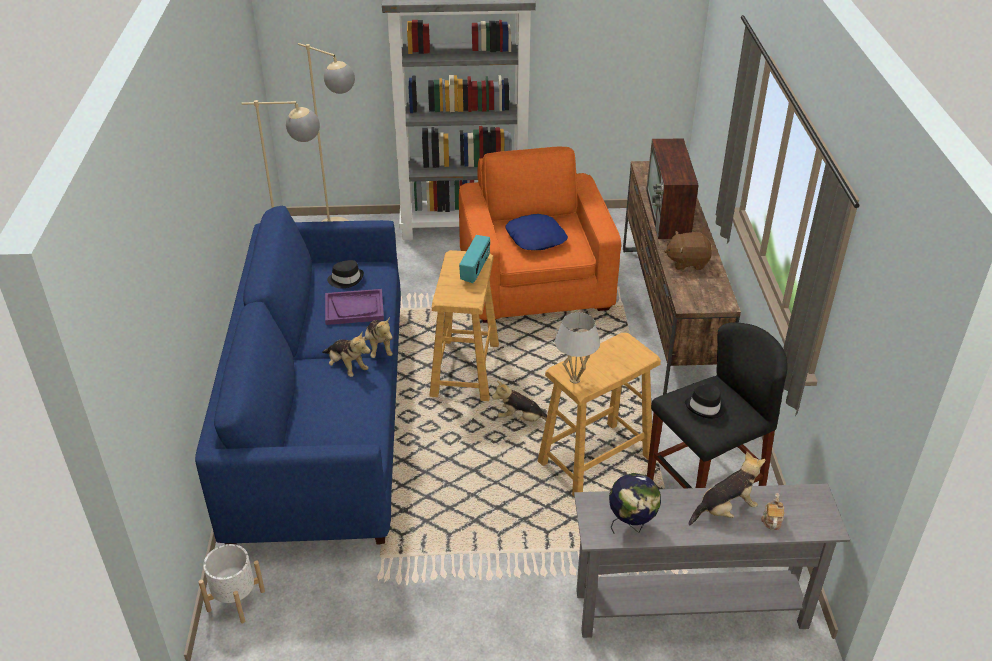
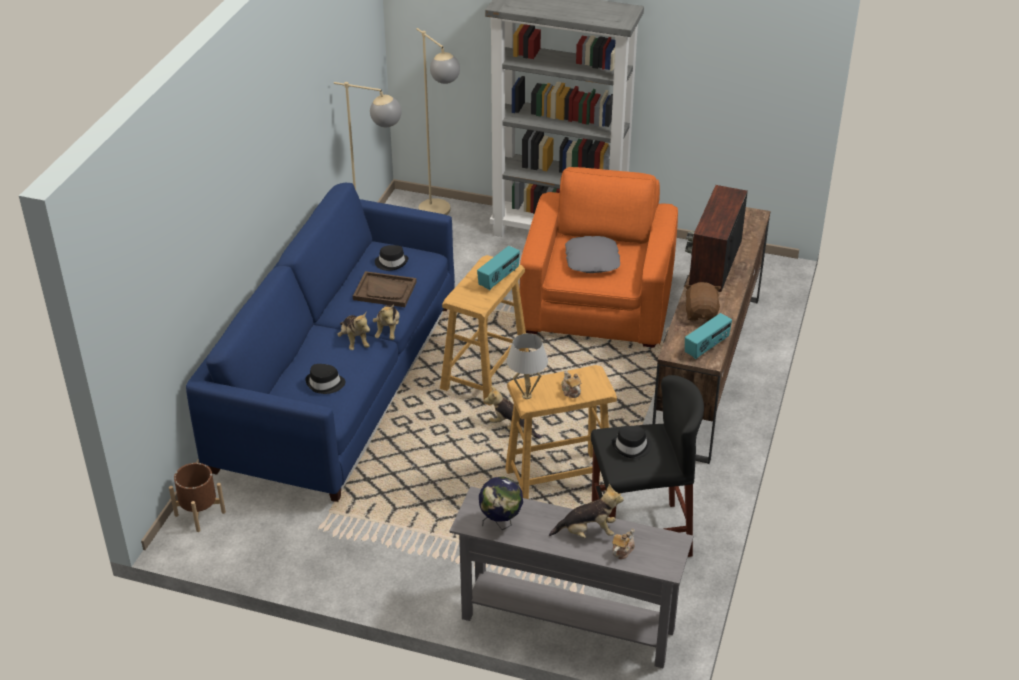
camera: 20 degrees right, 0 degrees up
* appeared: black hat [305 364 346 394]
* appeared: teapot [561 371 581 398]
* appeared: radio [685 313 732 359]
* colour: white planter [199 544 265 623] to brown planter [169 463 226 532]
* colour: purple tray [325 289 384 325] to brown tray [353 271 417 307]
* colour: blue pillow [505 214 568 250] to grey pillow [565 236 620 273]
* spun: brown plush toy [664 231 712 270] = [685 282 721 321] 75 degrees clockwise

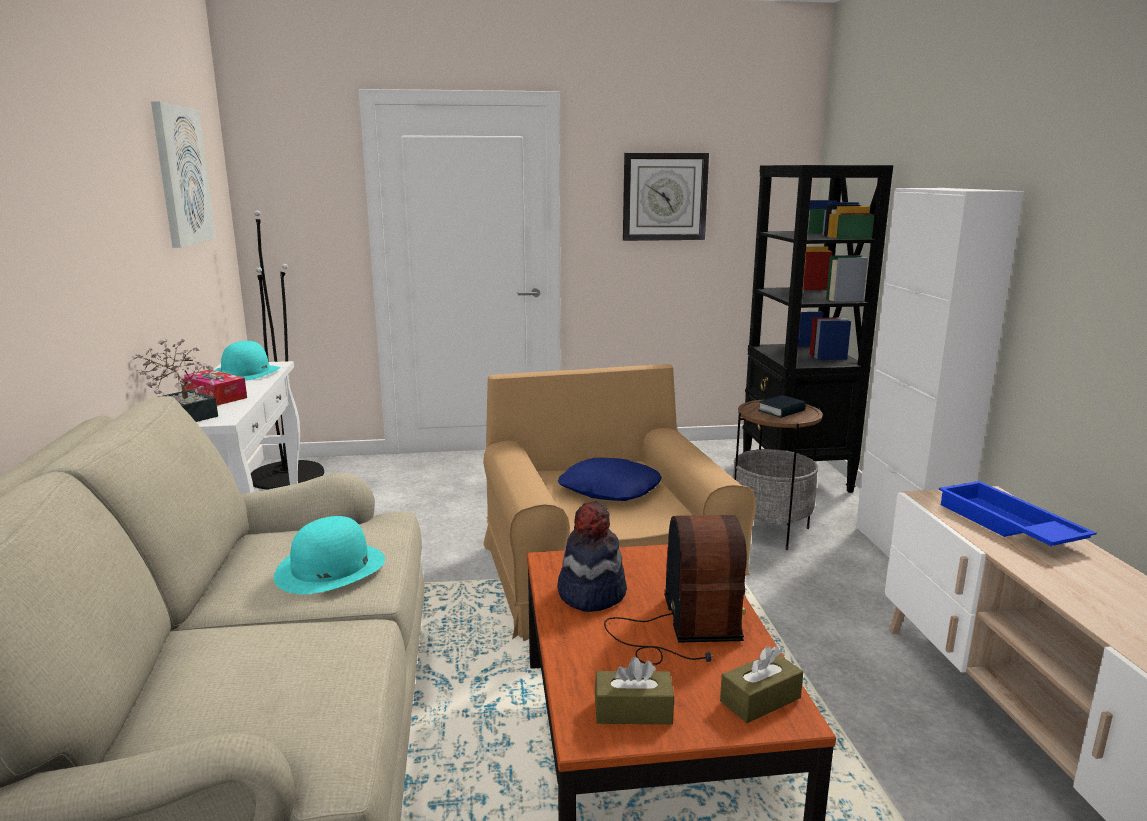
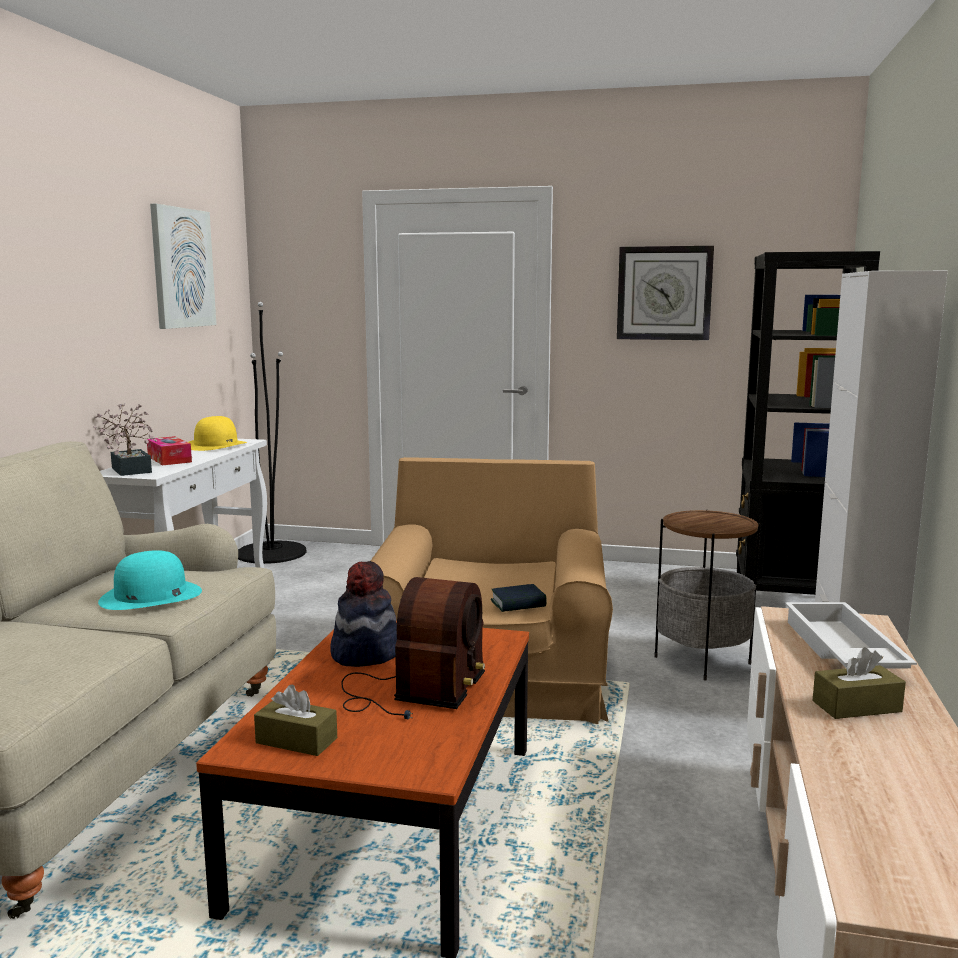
camera: 20 degrees right, 5 degrees down
* missing: blue pillow [558 458 662 501]
* relocated: brown tissue box [720 646 803 723] to [813 647 906 719]
* relocated: book [758 395 806 418] to [490 584 547 612]
* colour: turquoise hat [215 341 280 381] to yellow hat [188 416 247 451]
* colour: blue tray [939 481 1097 546] to white tray [785 602 917 668]

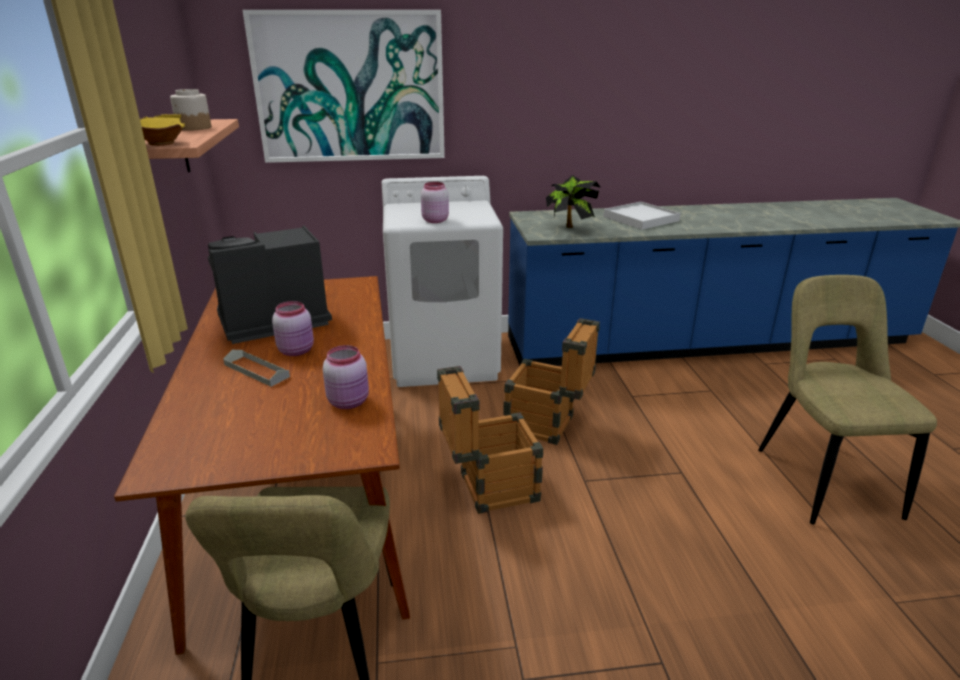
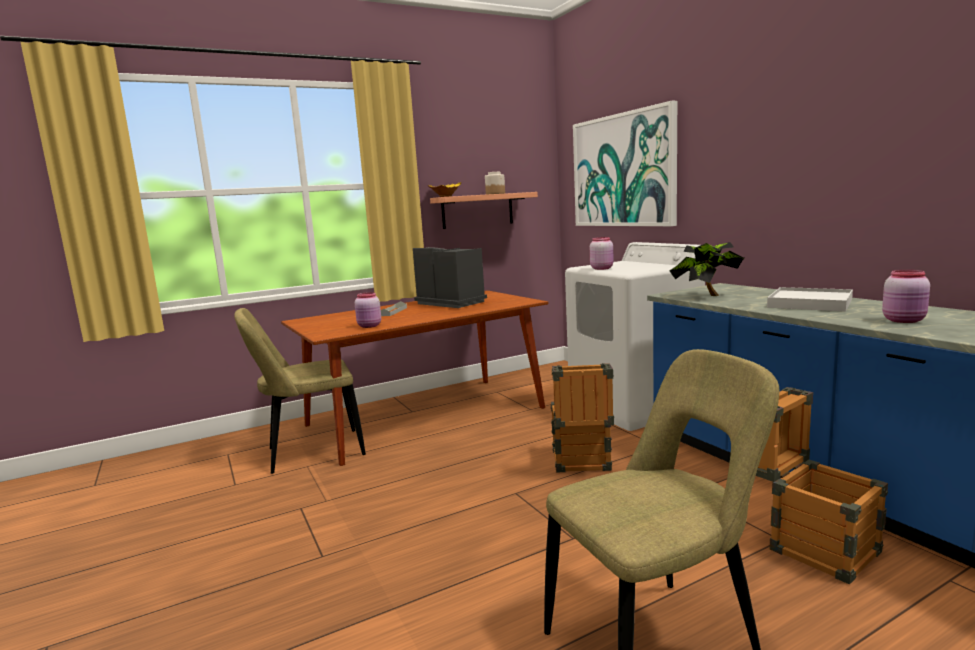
camera: 70 degrees right, 15 degrees down
* relocated: pink jar [272 301 314 356] to [882 269 930 323]
* relocated: crate [437 366 544 514] to [756 387 888 584]

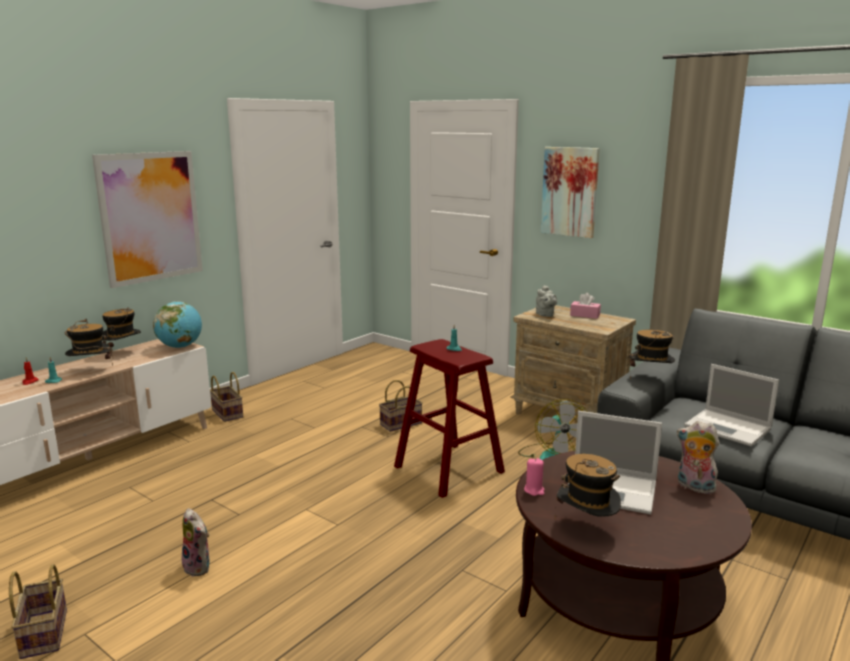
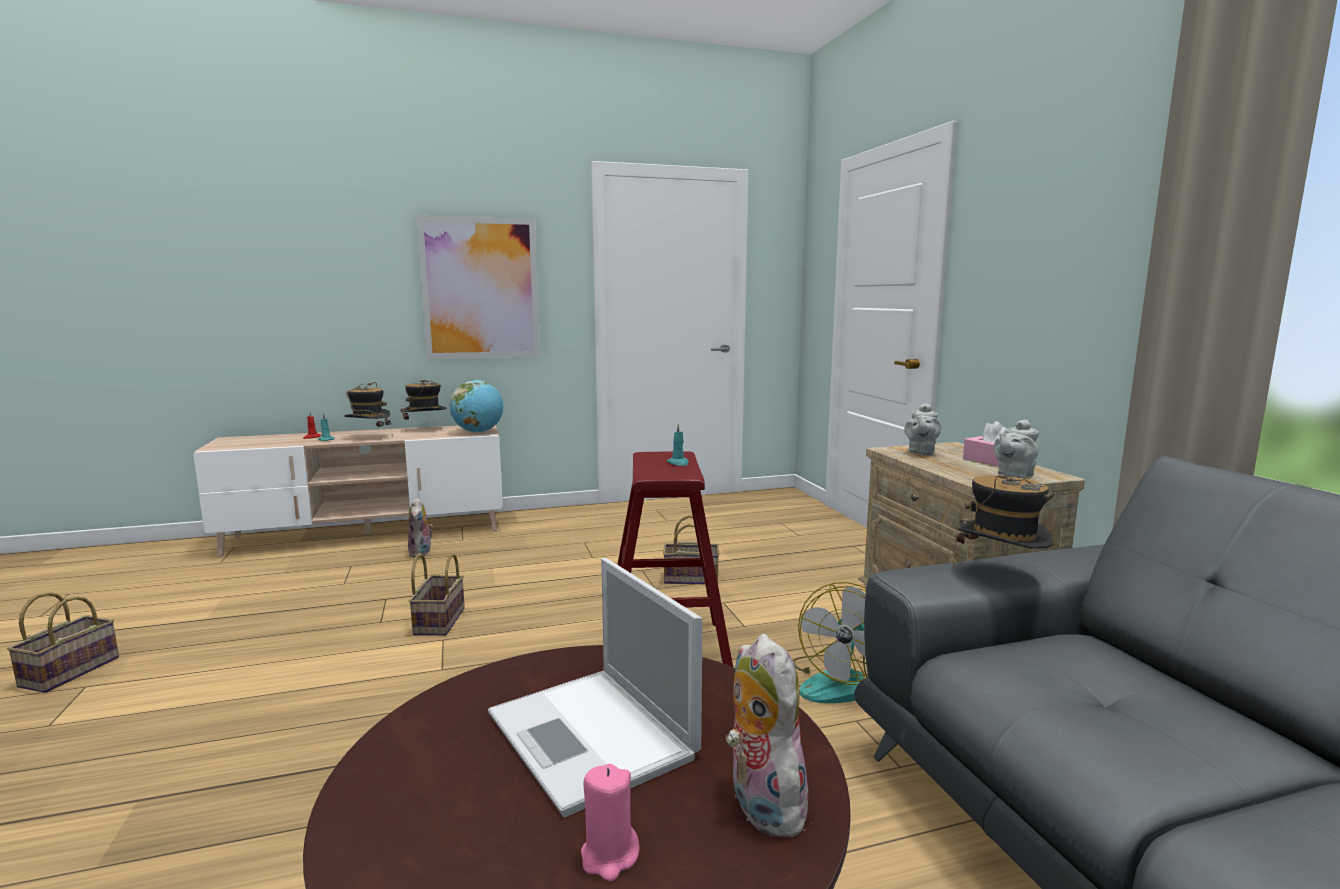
camera: 35 degrees right, 5 degrees down
* missing: picture [541 147 600 238]
* missing: hat [555 454 621 518]
* missing: laptop [684 364 779 446]
* appeared: grey teapot [993 420 1039 479]
* relocated: plush toy [182 508 210 577] to [408 497 433 557]
* relocated: basket [210 372 243 422] to [409 553 465 636]
* relocated: pink candle [524 458 545 496] to [581 764 640 882]

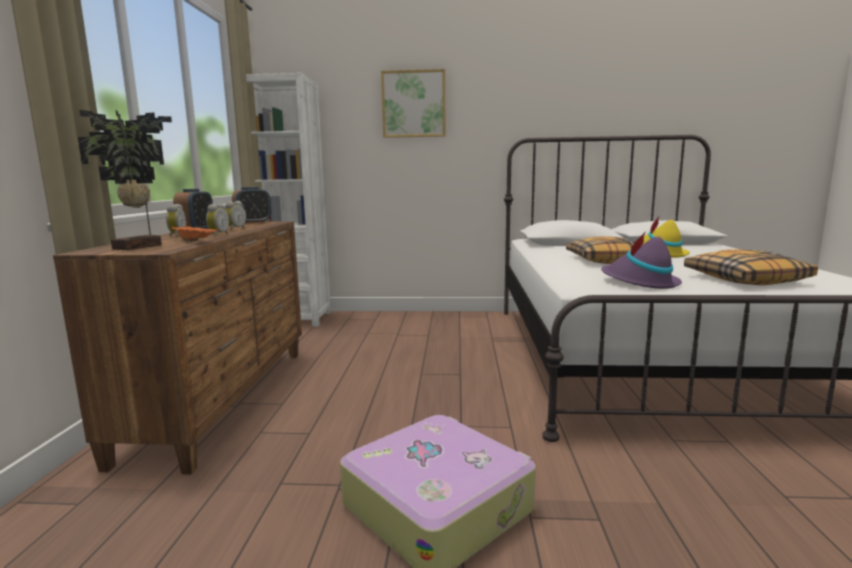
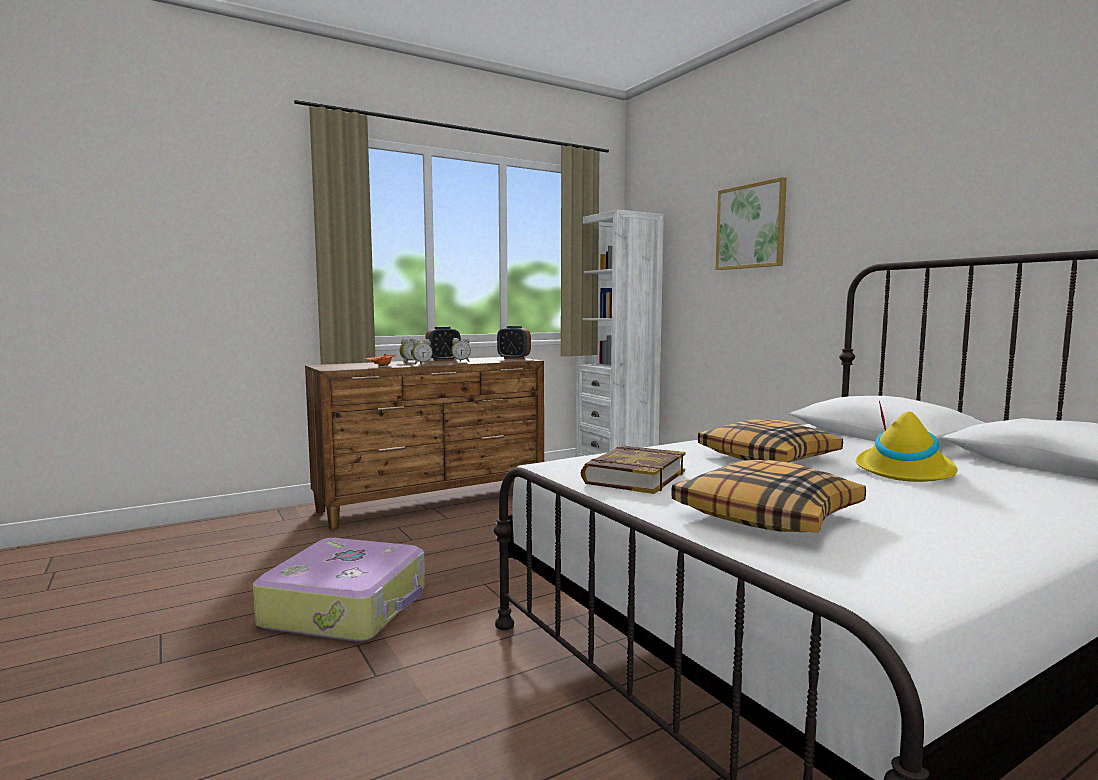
camera: 55 degrees right, 5 degrees down
* missing: potted plant [78 109 172 250]
* exchanged: purple hat [601 233 682 289] to book [581 445 686 494]

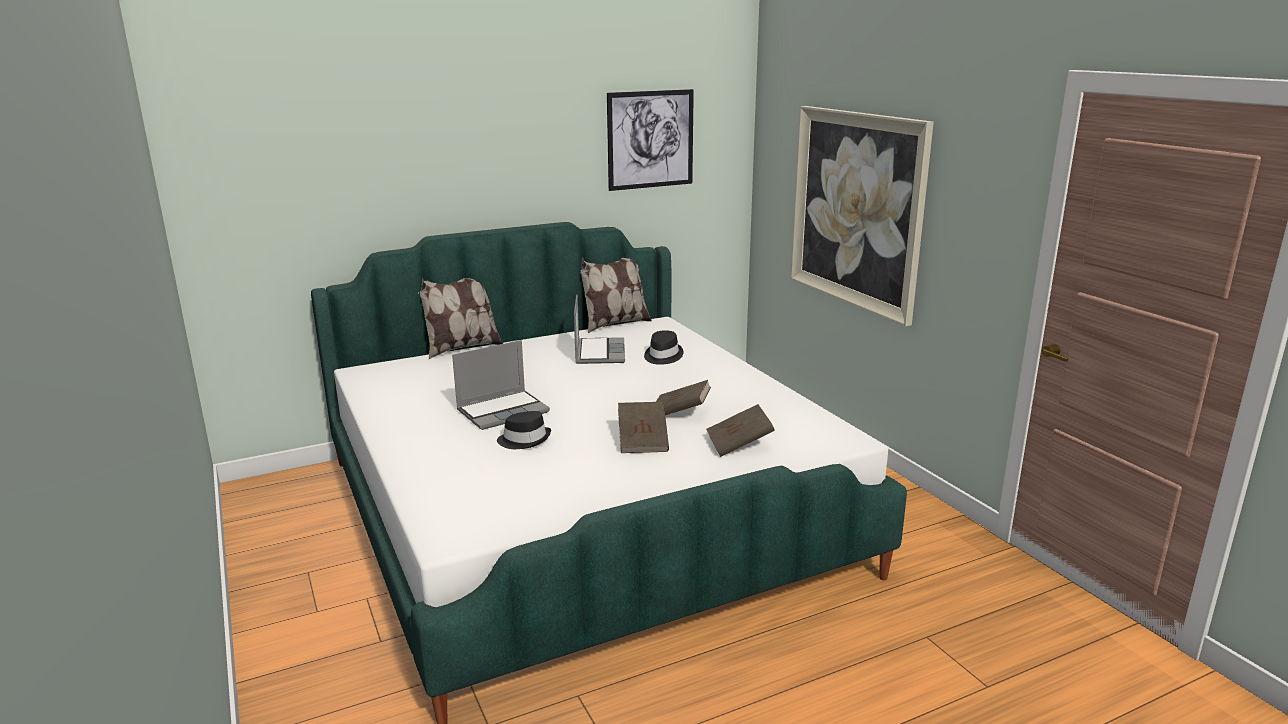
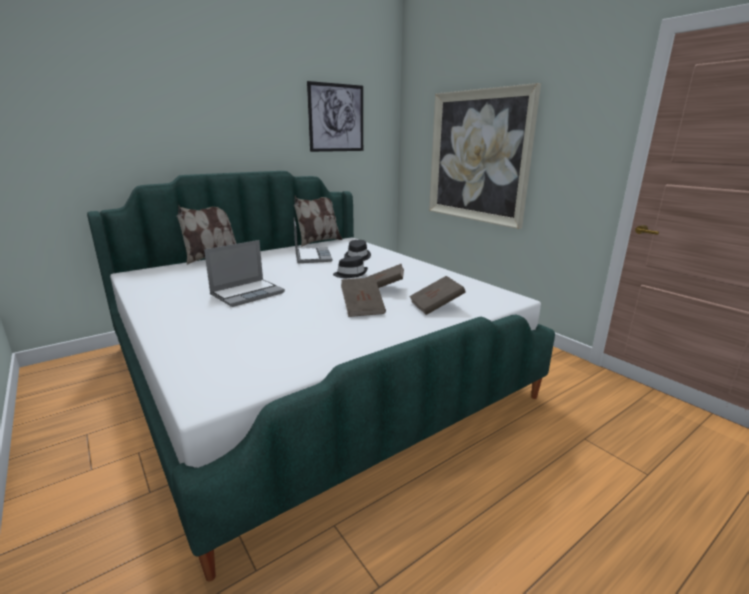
camera: 10 degrees left, 0 degrees up
* relocated: black hat [497 411 551 449] to [333 256 368 278]

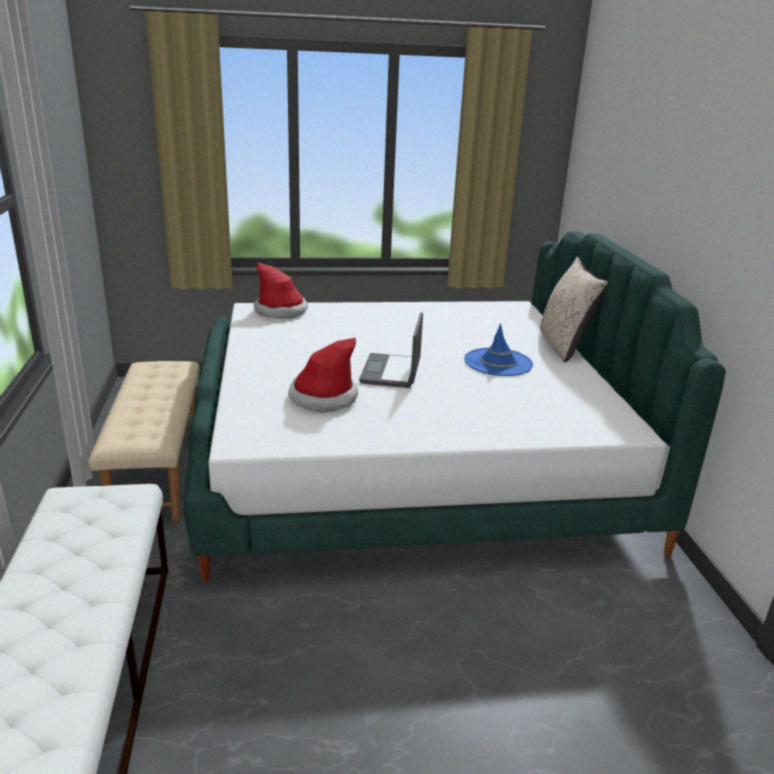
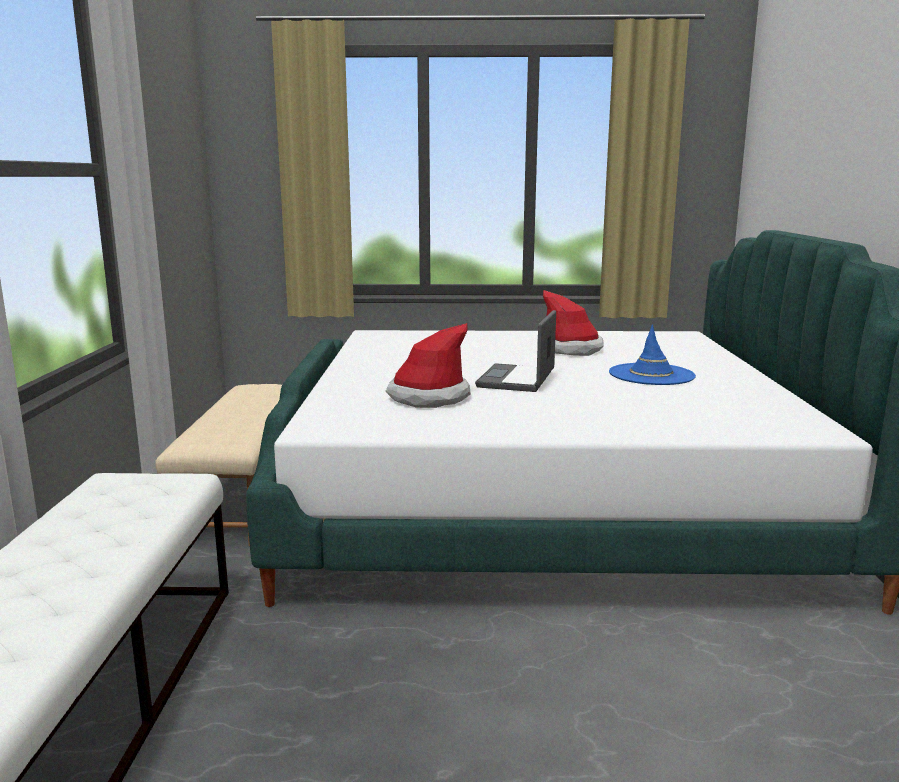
camera: 10 degrees right, 10 degrees down
* missing: beige pillow [540 257 609 362]
* relocated: hat [254 262 308 319] to [537 290 604 356]

